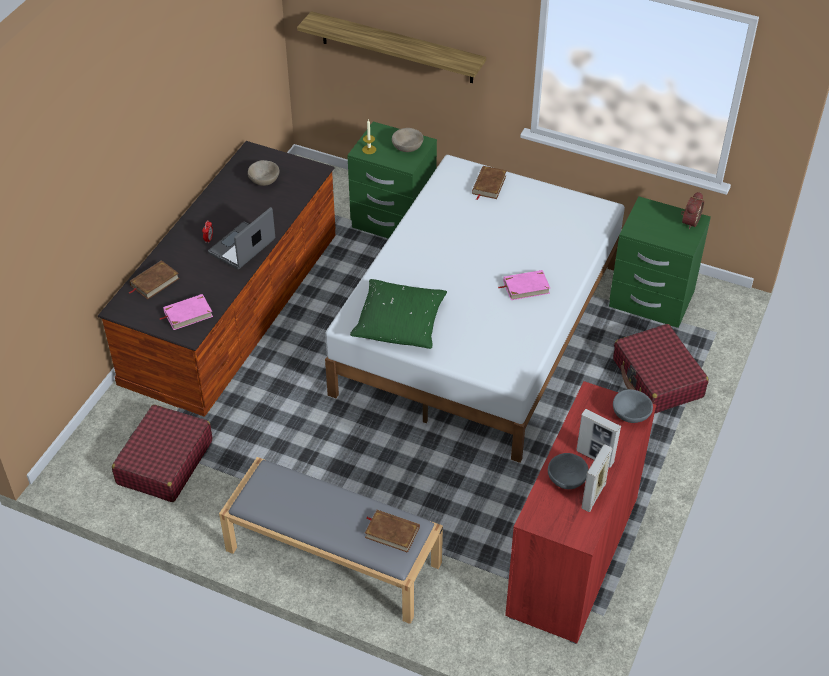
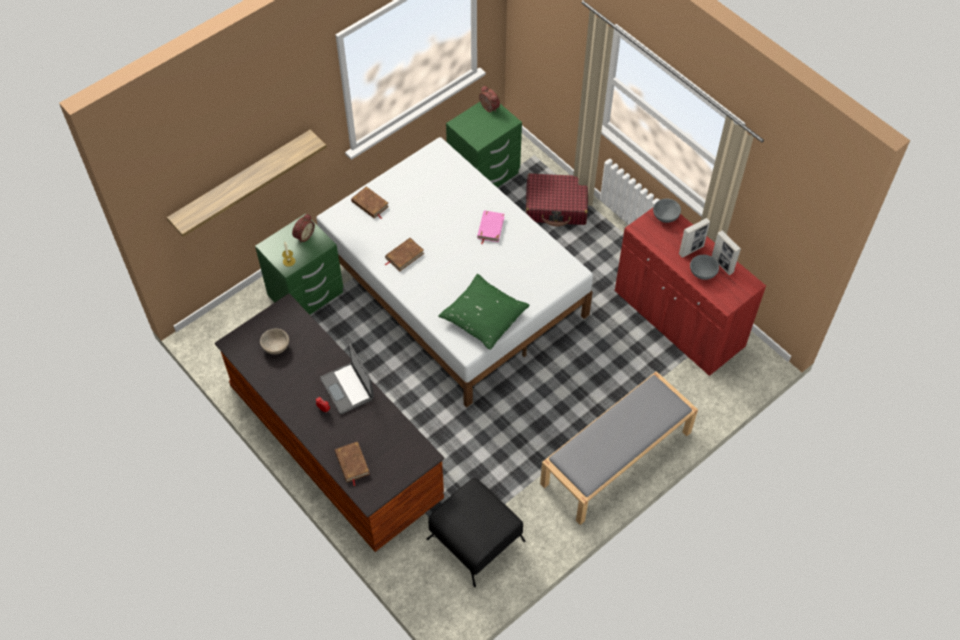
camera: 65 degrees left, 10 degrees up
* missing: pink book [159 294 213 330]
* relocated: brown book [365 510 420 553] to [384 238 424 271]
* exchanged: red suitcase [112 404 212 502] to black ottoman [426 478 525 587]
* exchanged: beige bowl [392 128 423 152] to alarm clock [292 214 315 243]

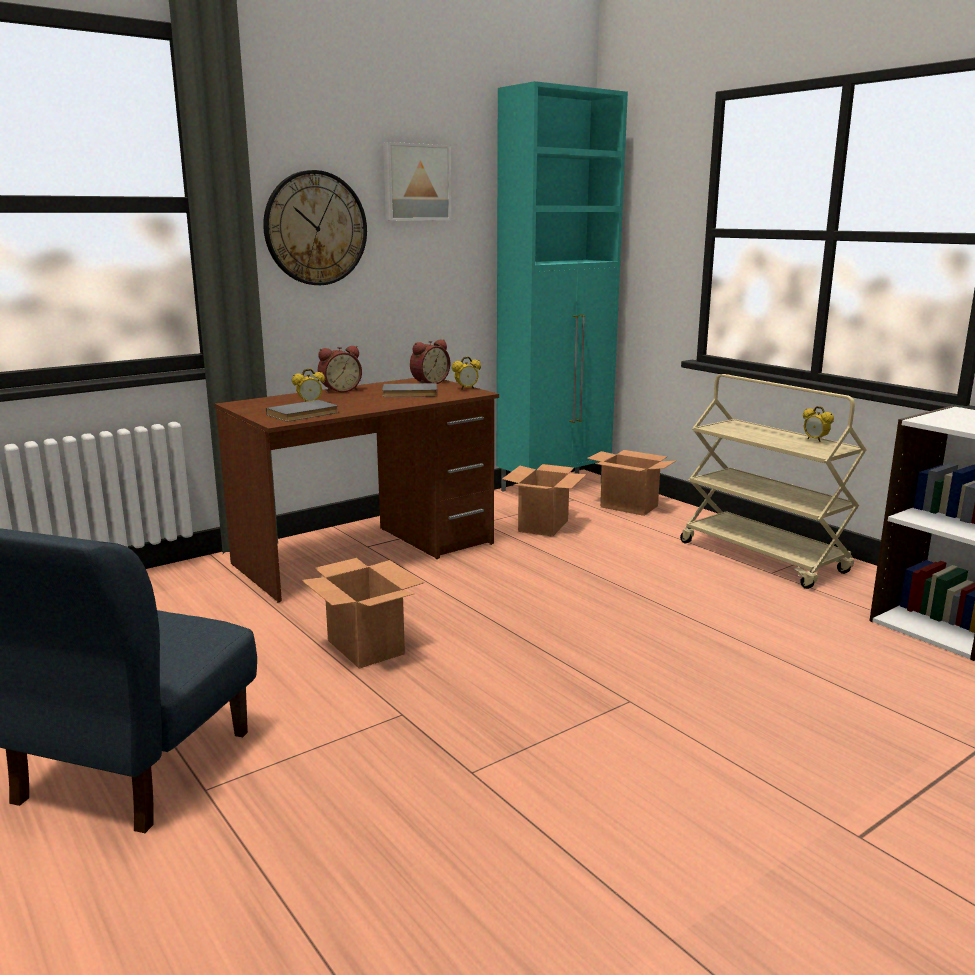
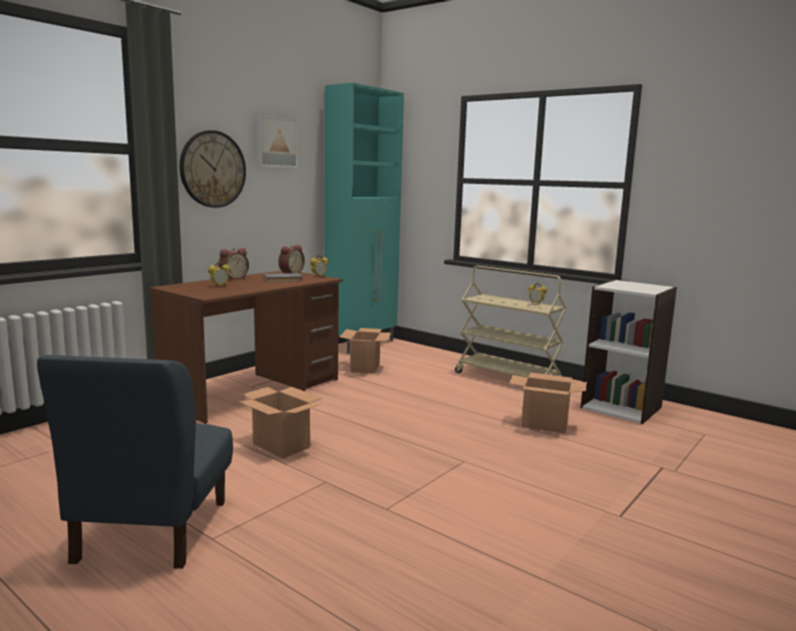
camera: 15 degrees left, 5 degrees down
* missing: grey book [266 400 338 421]
* relocated: cardboard box [587 450 677 516] to [509 373 587 433]

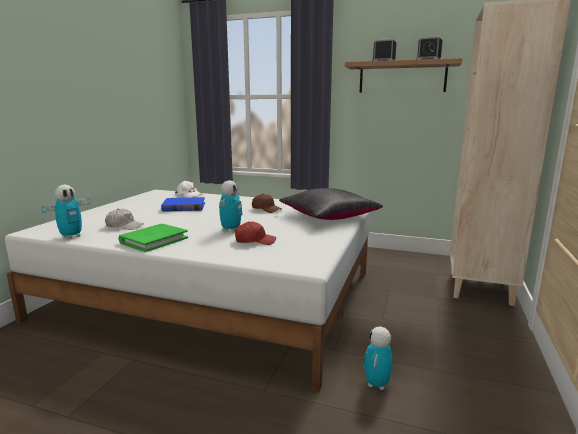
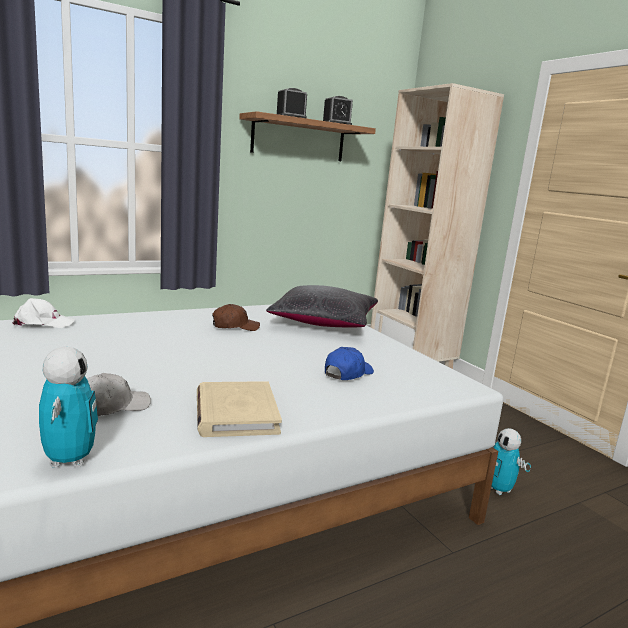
camera: 50 degrees left, 0 degrees up
* missing: blue book [161 197 205 212]
* missing: toy robot [219 180 242 232]
* colour: green book [119 224 188 252] to beige book [197 381 282 437]
* colour: red cap [235 222 276 245] to blue cap [325 347 374 380]

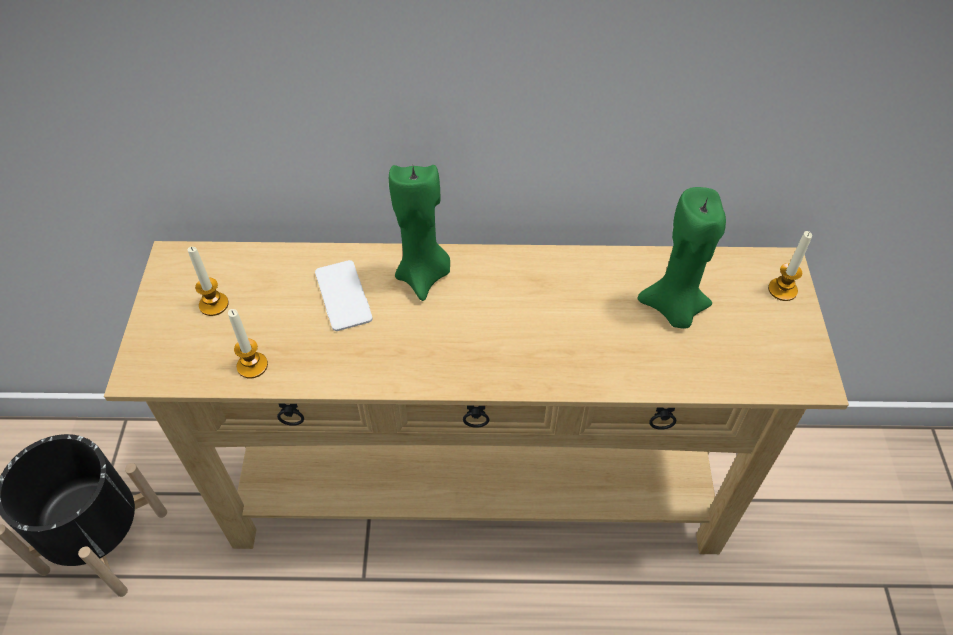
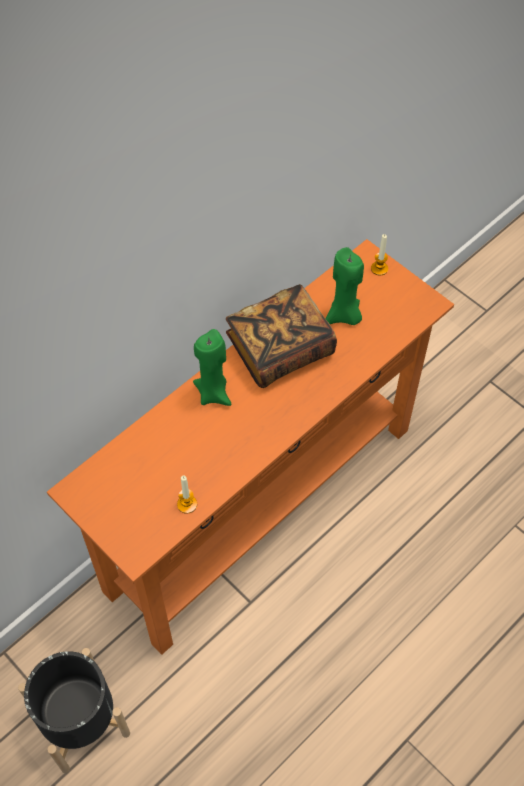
camera: 45 degrees left, 5 degrees up
* missing: candle [187 247 229 316]
* missing: phone [315 260 373 331]
* appeared: book [226 284 337 388]
* colour: beige console table [104 241 849 554] to orange console table [47 239 454 655]

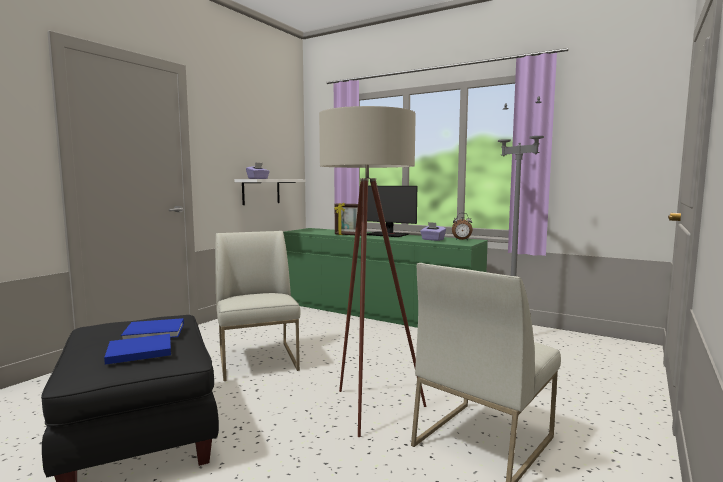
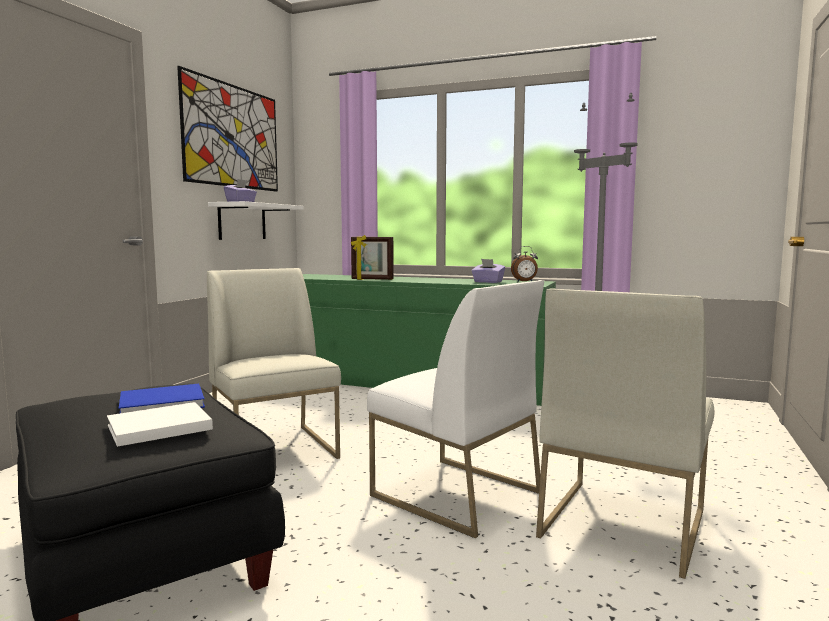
camera: 10 degrees left, 0 degrees up
* missing: monitor [367 186 417 237]
* appeared: picture [177 66 278 192]
* exchanged: beige floor lamp [319 106 426 437] to white chair [367 280 544 538]
* colour: blue book [104 334 171 365] to white book [107 402 213 447]

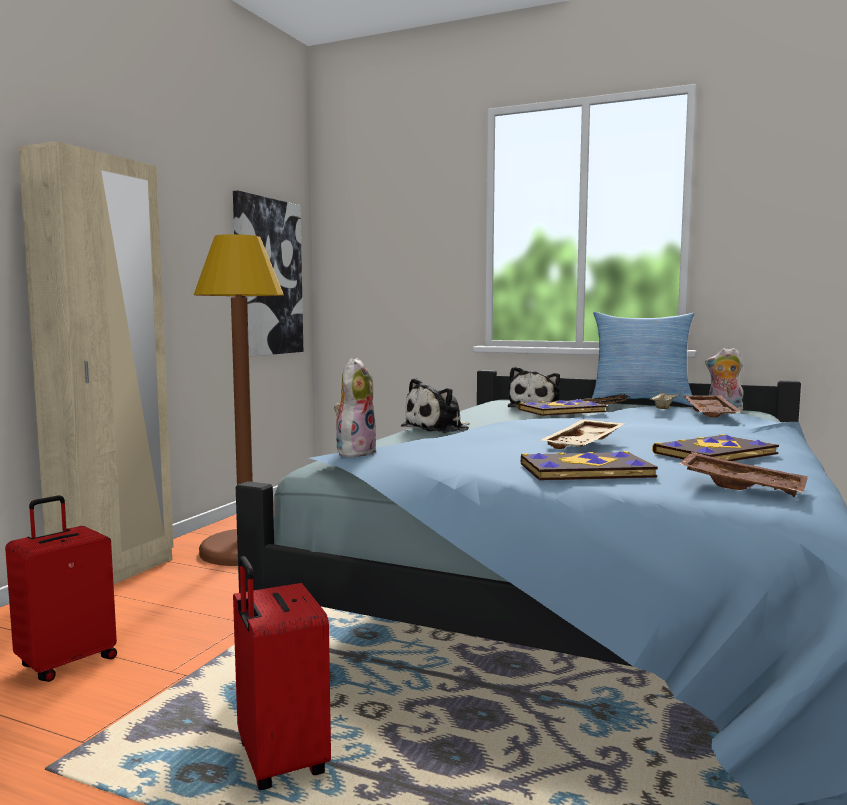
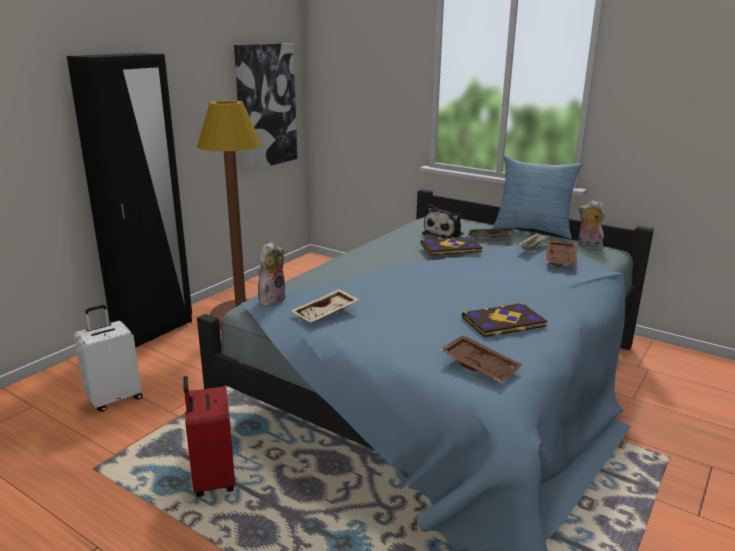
camera: 10 degrees right, 15 degrees up
* missing: plush toy [401 378 470 433]
* missing: book [521 451 658 480]
* relocated: beige tray [541 419 626 449] to [291 289 360 323]
* colour: red suitcase [5 495 117 682] to white suitcase [74 305 143 412]
* colour: beige wardrobe [18 141 174 584] to black wardrobe [67 53 192 348]

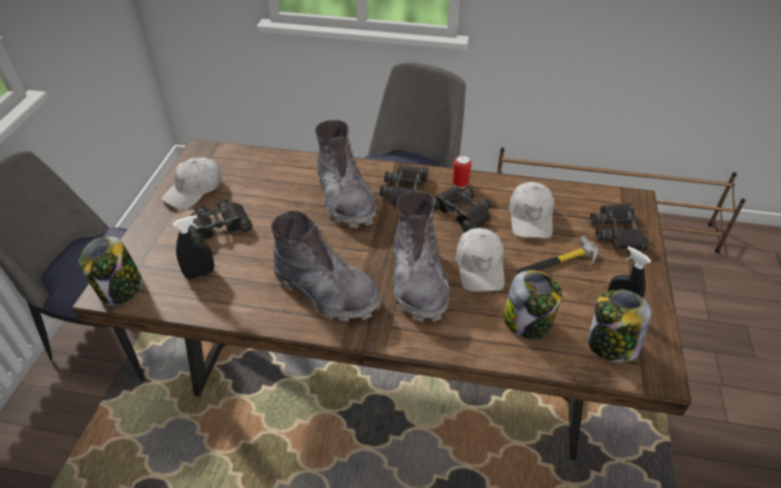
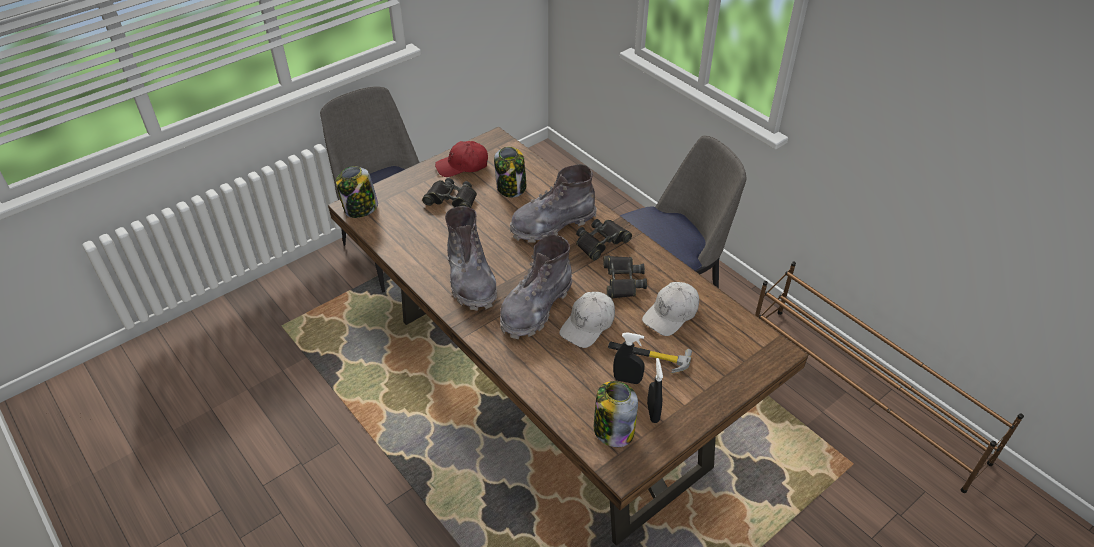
camera: 40 degrees right, 0 degrees up
* missing: can [453 155 471 189]
* missing: black binoculars [590 203 649 250]
* relocated: black spray bottle [173 215 214 279] to [613 332 645 384]
* relocated: jar [503 270 562 339] to [494 147 526 198]
* colour: white cap [162 157 222 210] to red cap [435 141 488 177]
* spun: grey boot [315 120 376 228] = [510 164 597 243] 45 degrees clockwise

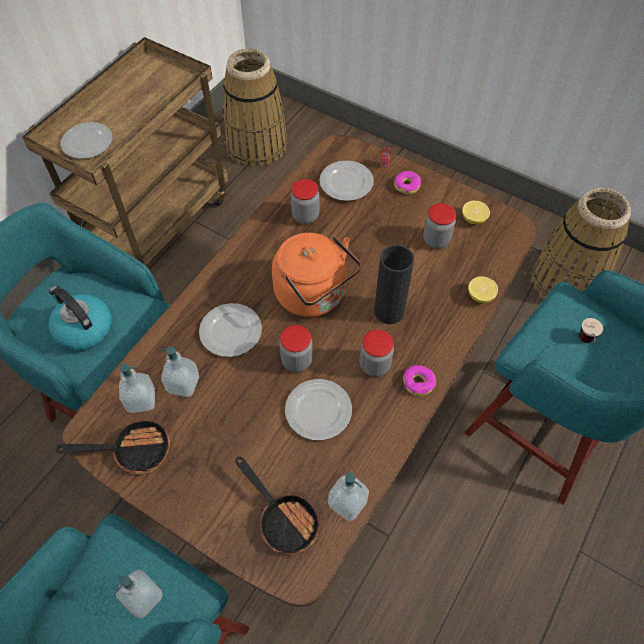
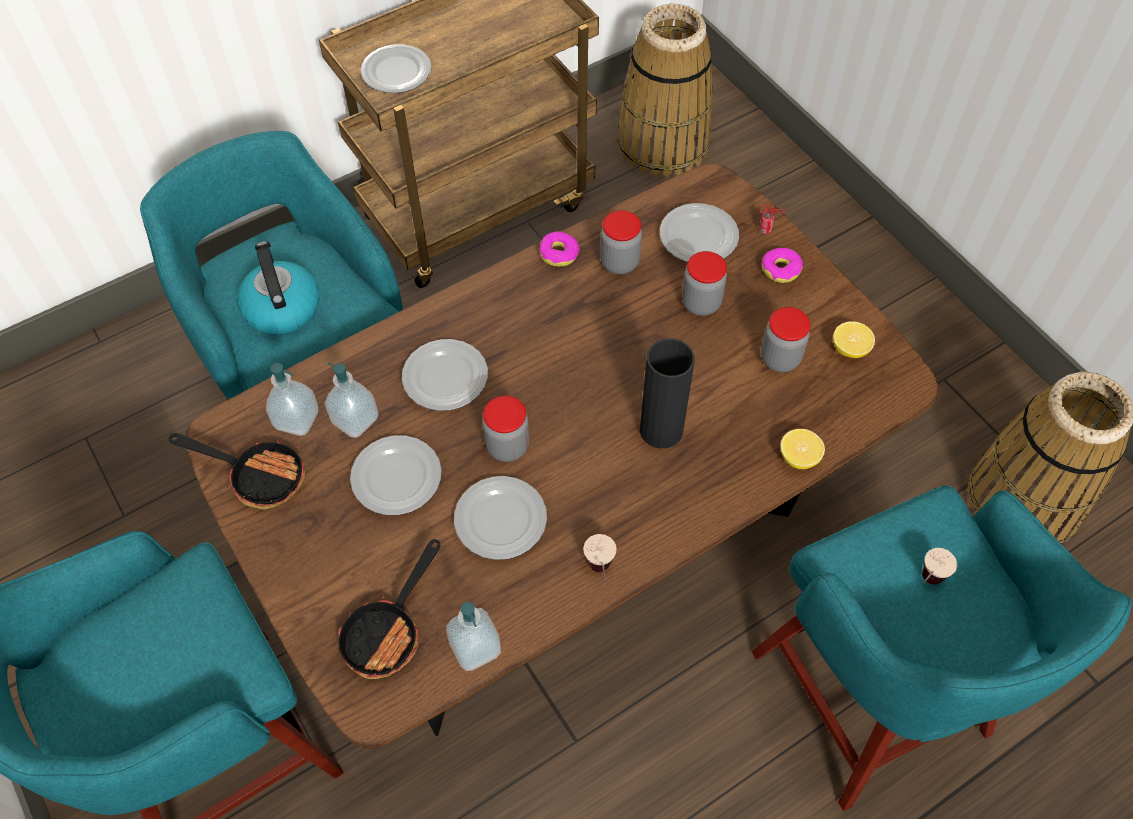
camera: 25 degrees right, 0 degrees up
* missing: soap dispenser [114 570 163 618]
* missing: orange kettle [272 233 361 317]
* appeared: plate [350 435 442 515]
* appeared: cup [583 534 616 581]
* relocated: jar [360 329 394 377] to [682 251 727 316]
* relocated: donut [403 365 436 396] to [539 231 580 267]
* spun: frying pan [235 457 321 554] = [336 539 440 679] 45 degrees clockwise

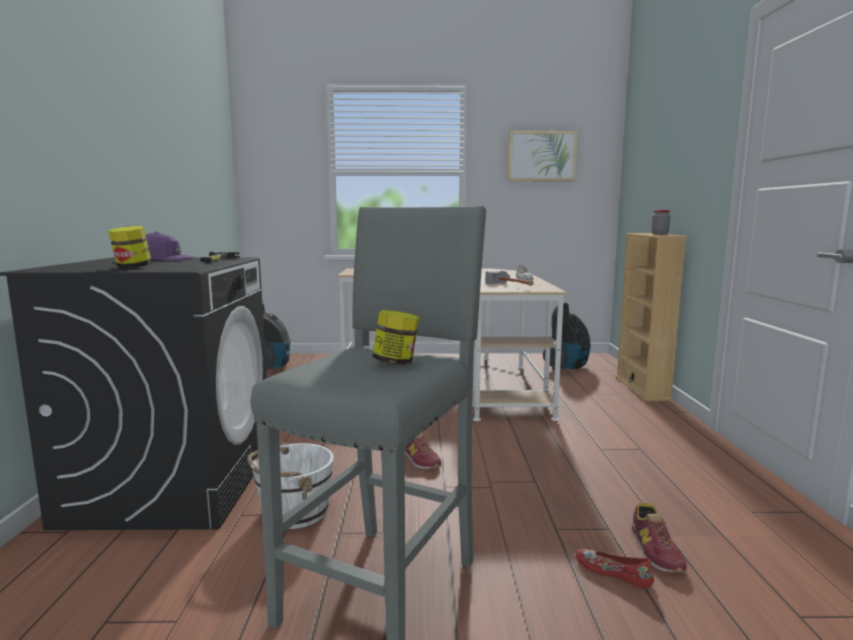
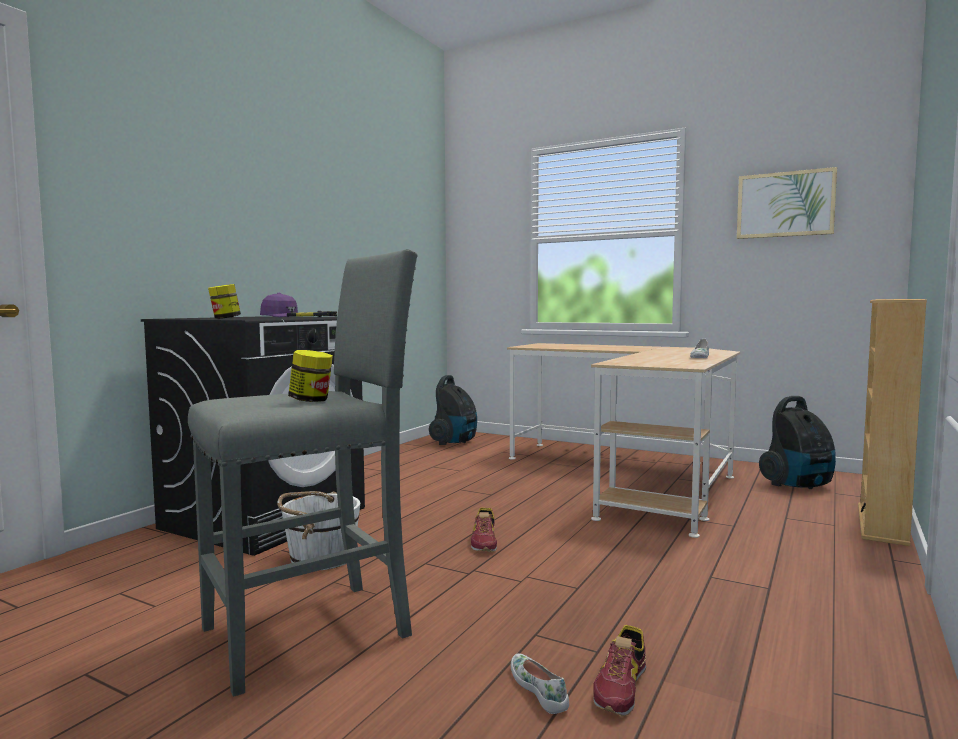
camera: 30 degrees right, 5 degrees down
* missing: hammer [485 271 534 286]
* missing: jar [651 210 670 235]
* colour: red shoe [576 549 654 589] to white shoe [511 653 569 714]

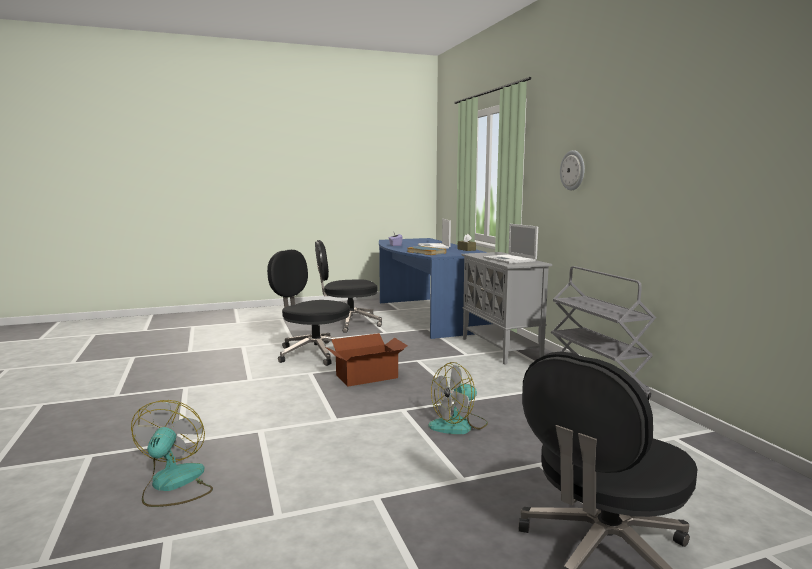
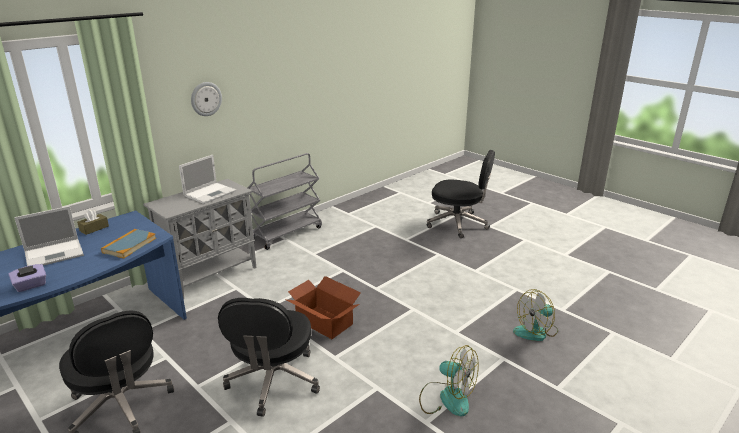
camera: 115 degrees left, 15 degrees up
* relocated: fan [428 362 488 434] to [419 345 479 416]

